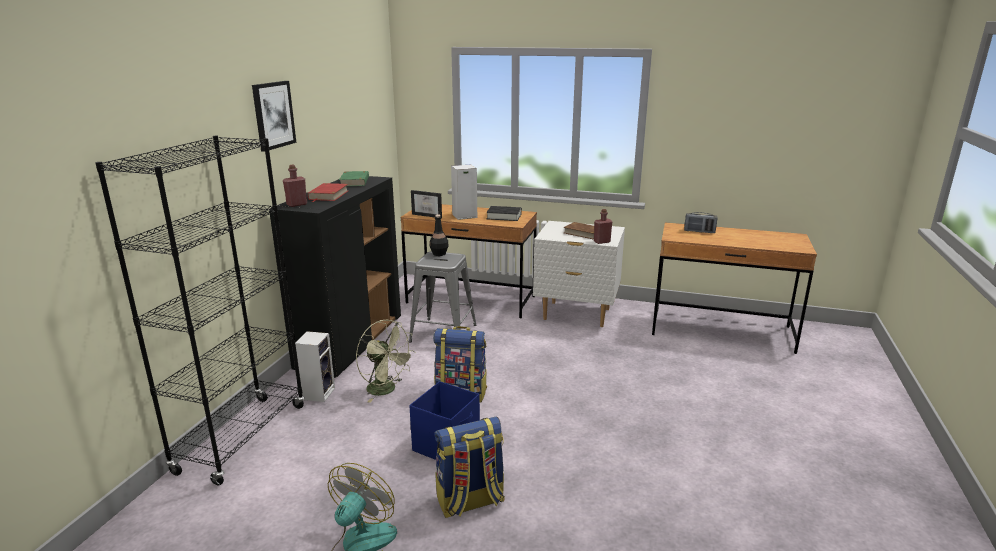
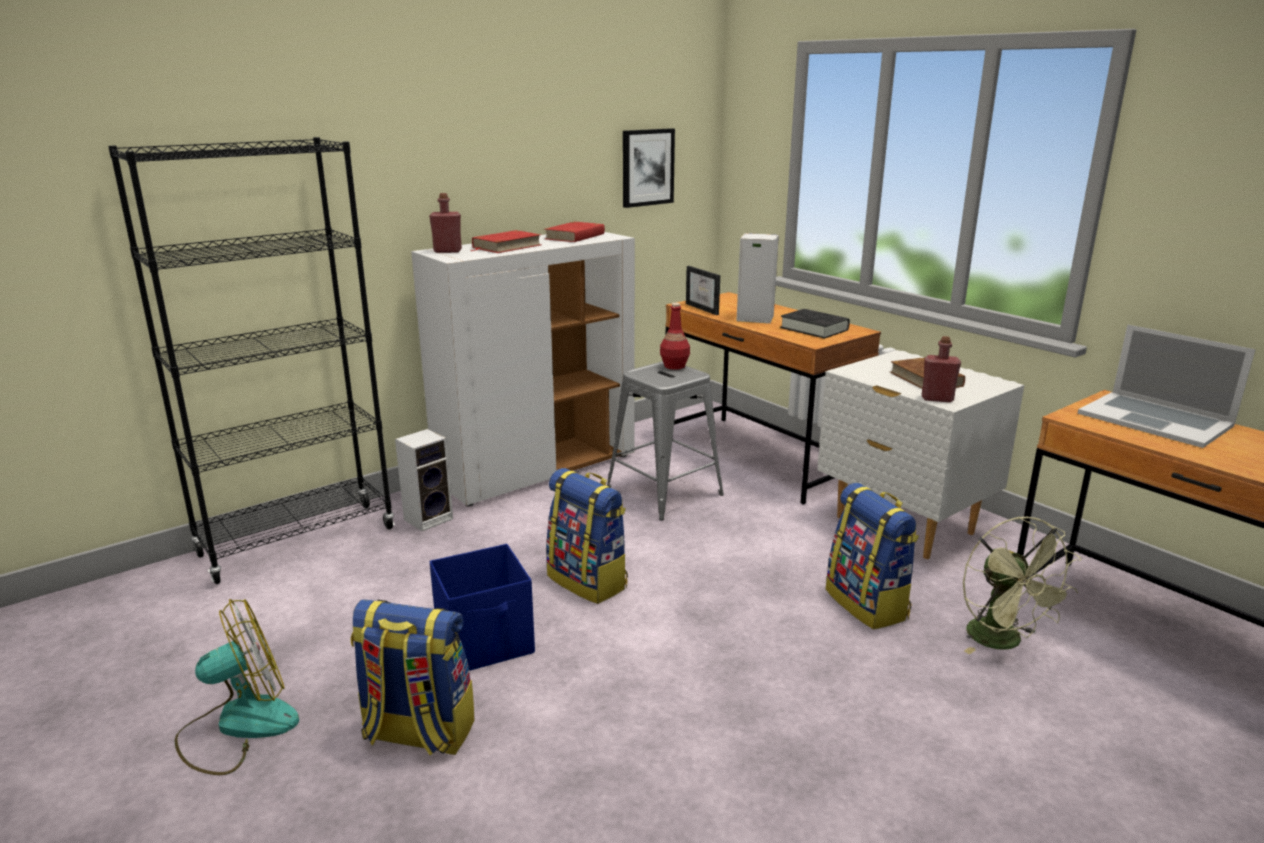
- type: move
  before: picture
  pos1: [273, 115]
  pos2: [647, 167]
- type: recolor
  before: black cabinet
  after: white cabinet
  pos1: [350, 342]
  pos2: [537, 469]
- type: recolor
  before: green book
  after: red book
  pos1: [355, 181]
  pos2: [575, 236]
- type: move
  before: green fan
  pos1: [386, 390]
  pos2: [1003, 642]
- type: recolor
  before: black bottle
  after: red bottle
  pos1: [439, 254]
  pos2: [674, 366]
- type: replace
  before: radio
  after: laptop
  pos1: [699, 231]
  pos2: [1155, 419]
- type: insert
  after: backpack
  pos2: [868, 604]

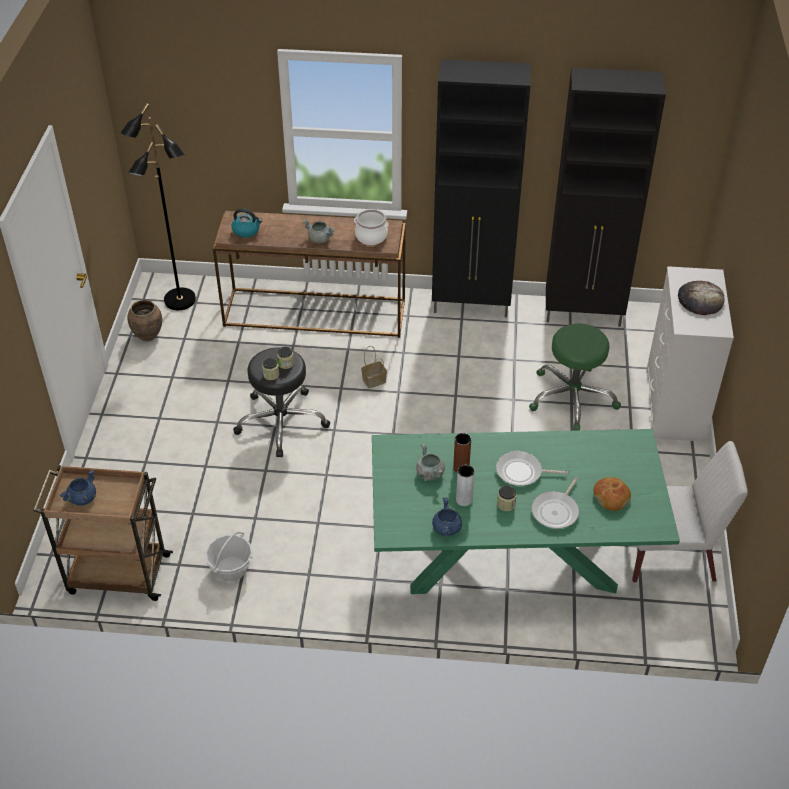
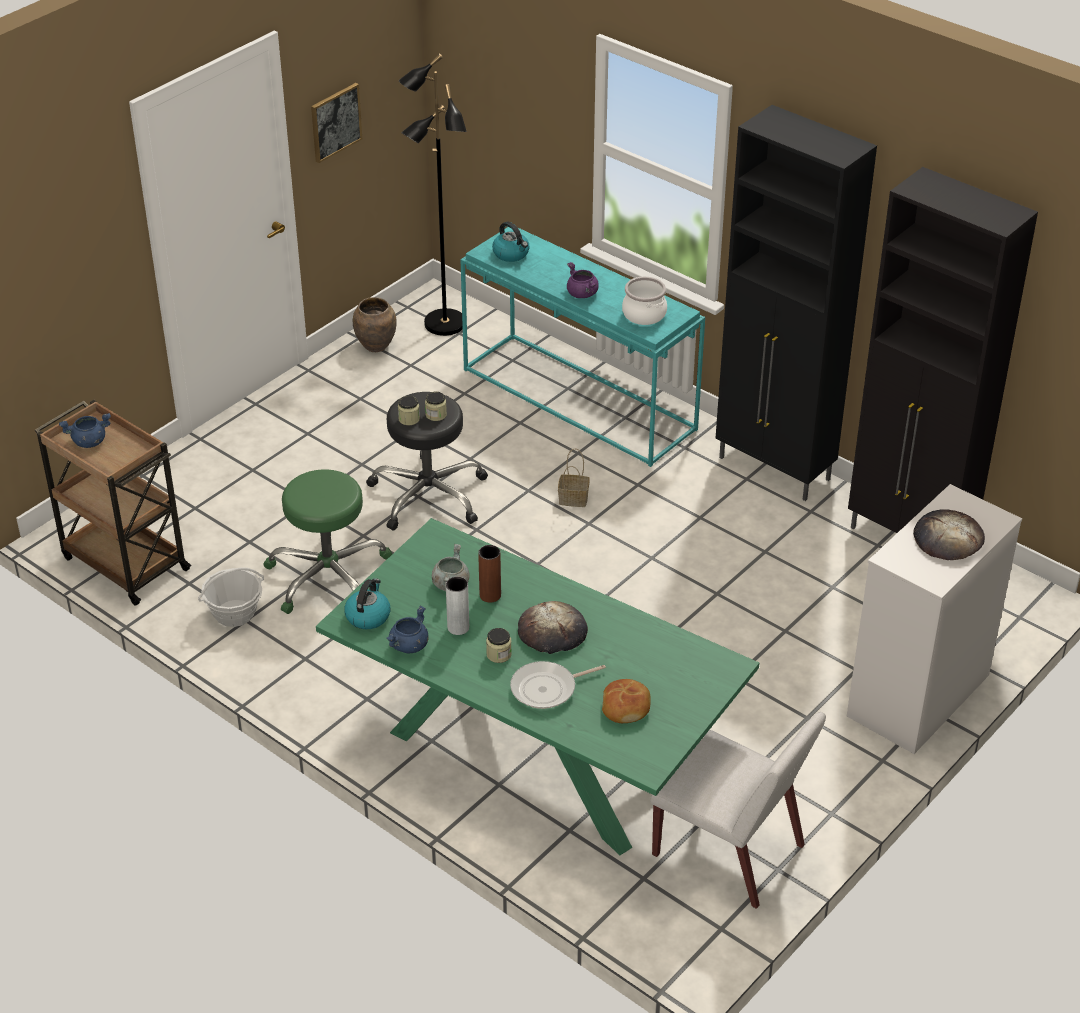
- type: recolor
  before: brown console table
  after: turquoise console table
  pos1: [316, 312]
  pos2: [581, 399]
- type: recolor
  before: grey cooking pot
  after: purple cooking pot
  pos1: [320, 239]
  pos2: [582, 294]
- type: replace
  before: frying pan
  after: bread
  pos1: [522, 472]
  pos2: [552, 632]
- type: move
  before: green stool
  pos1: [571, 397]
  pos2: [328, 576]
- type: insert
  after: picture
  pos2: [335, 122]
- type: insert
  after: kettle
  pos2: [368, 616]

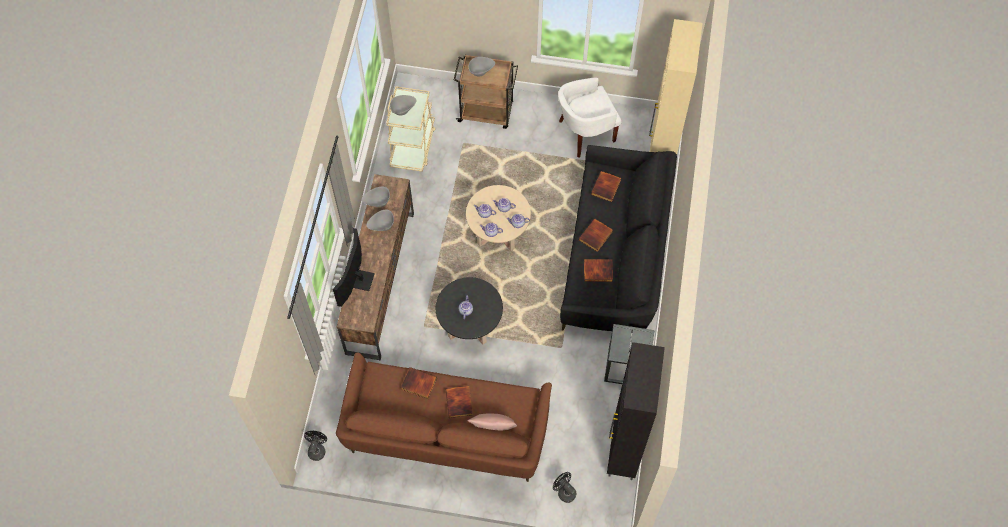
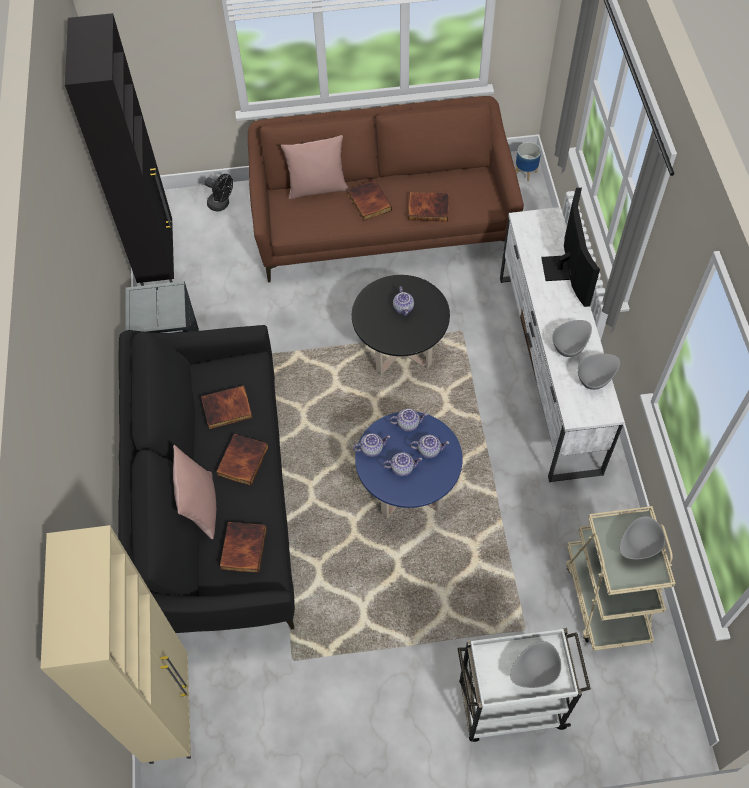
- type: replace
  before: black fan
  after: planter
  pos1: [317, 449]
  pos2: [526, 173]
- type: recolor
  before: brown tv stand
  after: white tv stand
  pos1: [381, 281]
  pos2: [548, 372]
- type: recolor
  before: brown cart
  after: white cart
  pos1: [486, 112]
  pos2: [509, 705]
- type: recolor
  before: beige coffee table
  after: blue coffee table
  pos1: [498, 233]
  pos2: [408, 488]
- type: delete
  before: white armchair
  pos1: [585, 133]
- type: insert
  after: pink pillow
  pos2: [201, 507]

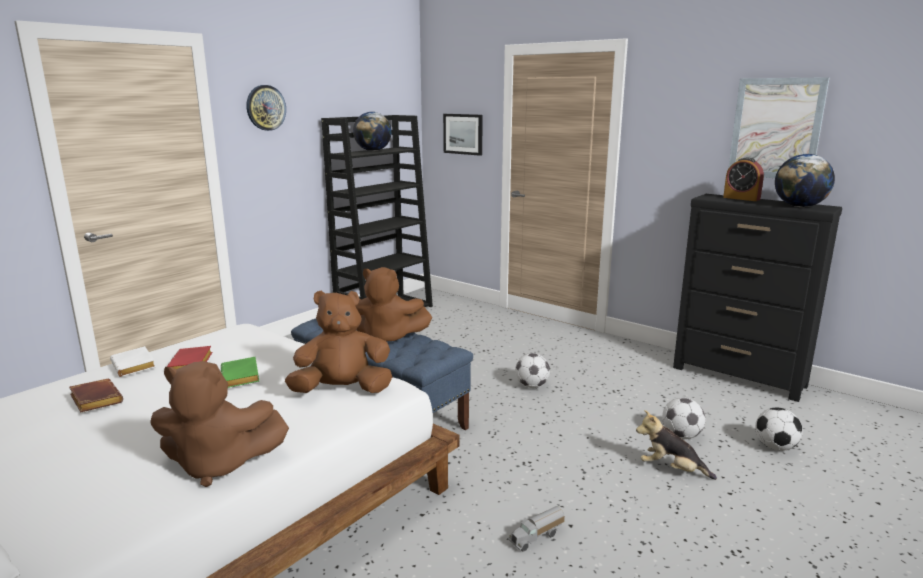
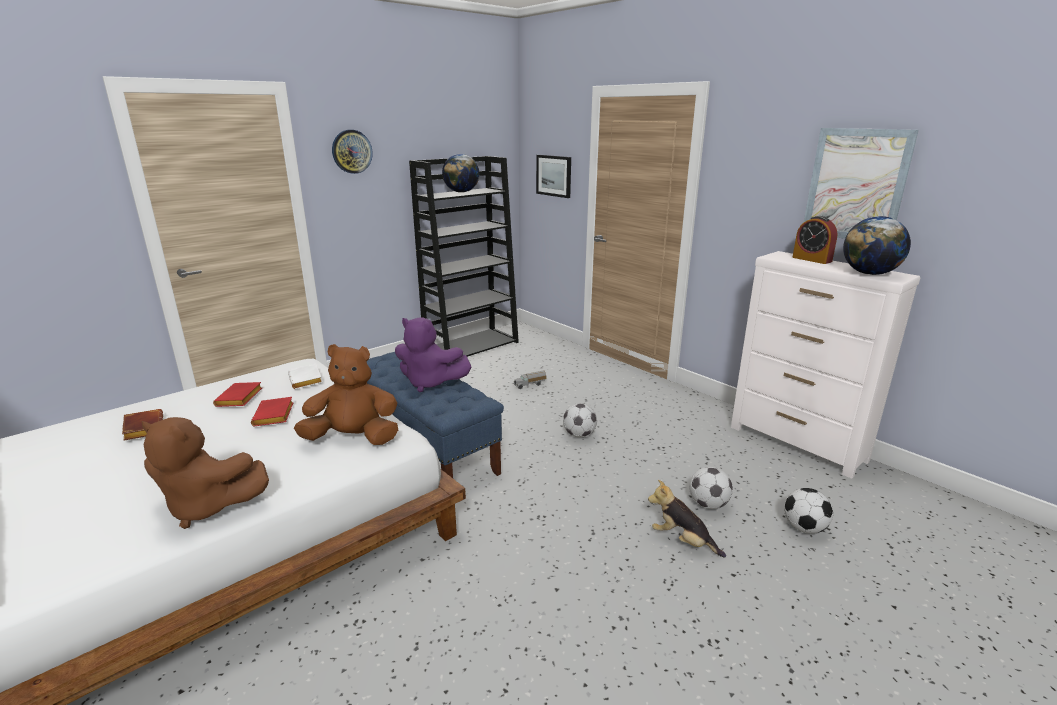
- type: move
  before: white book
  pos1: [135, 366]
  pos2: [307, 380]
- type: recolor
  before: green book
  after: red book
  pos1: [242, 377]
  pos2: [275, 416]
- type: recolor
  before: brown plush toy
  after: purple plush toy
  pos1: [388, 338]
  pos2: [430, 383]
- type: move
  before: toy truck
  pos1: [536, 538]
  pos2: [530, 385]
- type: recolor
  before: black dresser
  after: white dresser
  pos1: [739, 377]
  pos2: [797, 444]

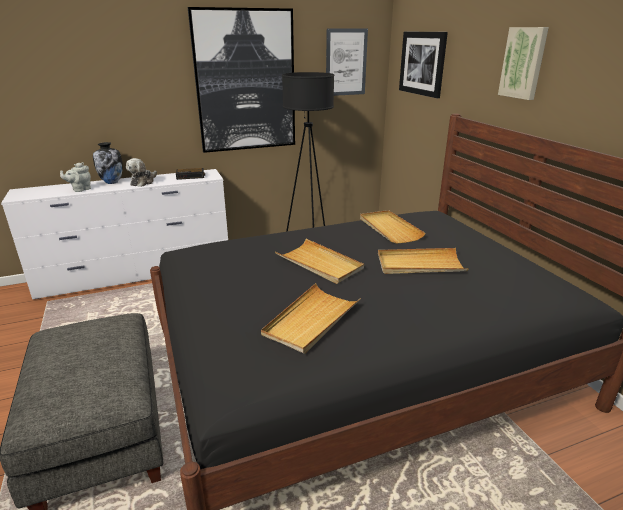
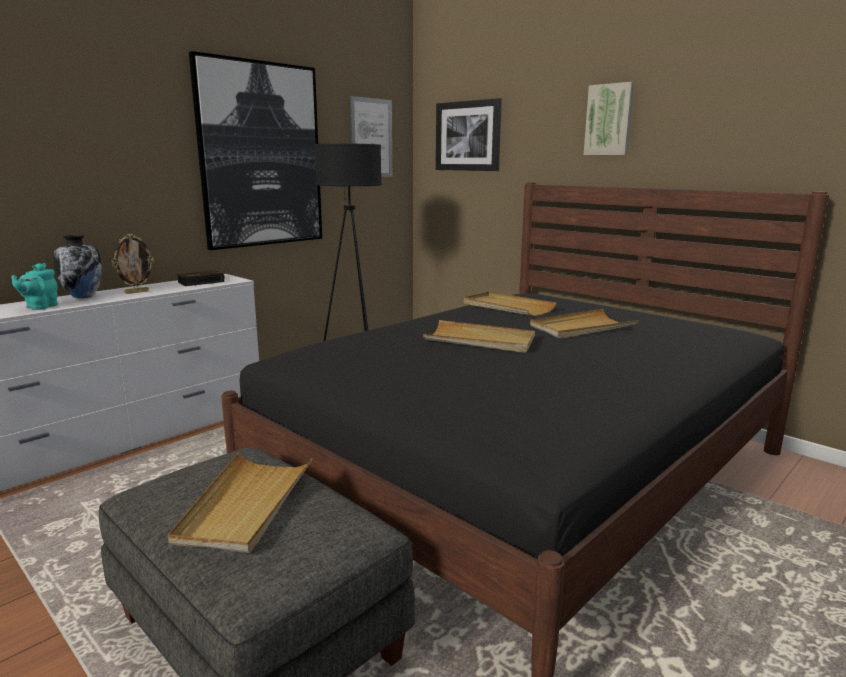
- type: recolor
  before: grey teapot
  after: turquoise teapot
  pos1: [80, 189]
  pos2: [40, 307]
- type: replace
  before: plush toy
  after: picture frame
  pos1: [143, 182]
  pos2: [137, 292]
- type: move
  before: beige tray
  pos1: [311, 320]
  pos2: [246, 504]

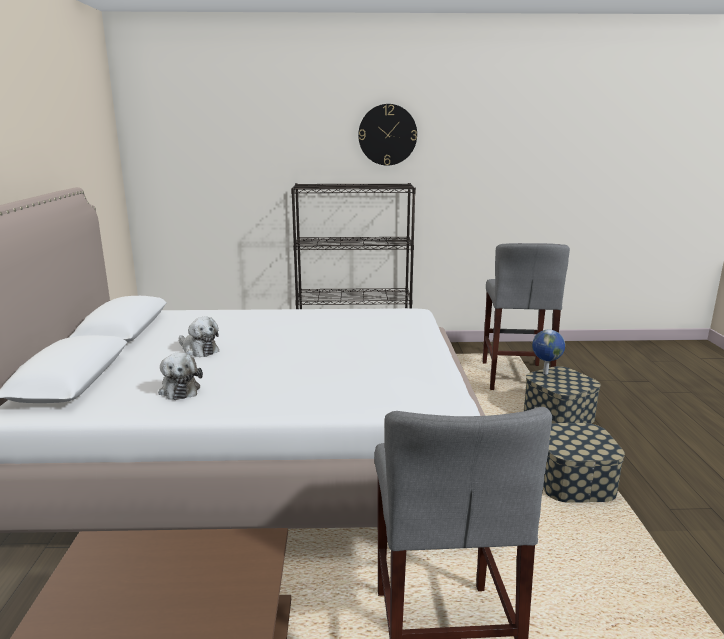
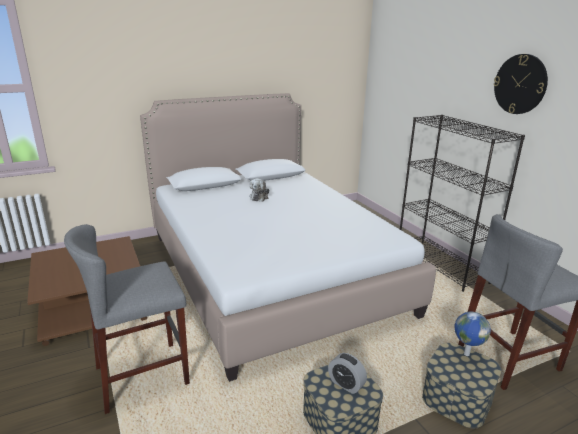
- type: delete
  before: plush toy
  pos1: [179, 389]
- type: insert
  after: alarm clock
  pos2: [346, 384]

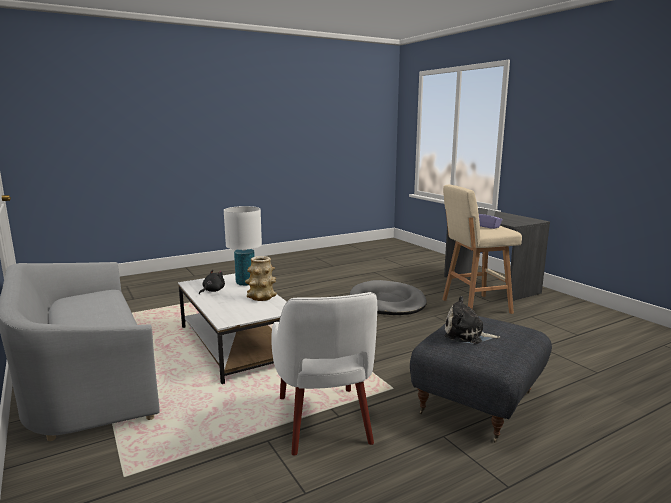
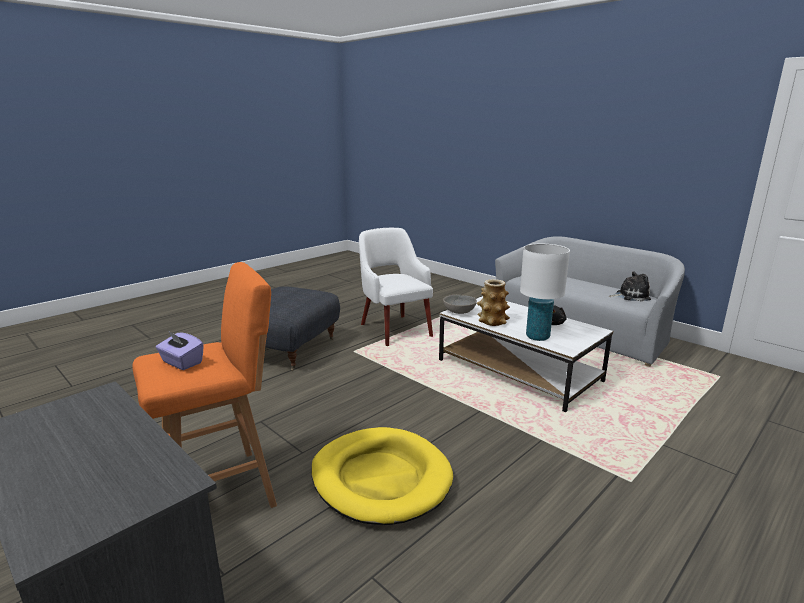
- type: recolor
  before: grey dog bed
  after: yellow dog bed
  pos1: [387, 302]
  pos2: [381, 478]
- type: recolor
  before: beige stool
  after: orange stool
  pos1: [474, 306]
  pos2: [223, 490]
- type: move
  before: plush toy
  pos1: [467, 335]
  pos2: [630, 296]
- type: insert
  after: grey bowl
  pos2: [459, 311]

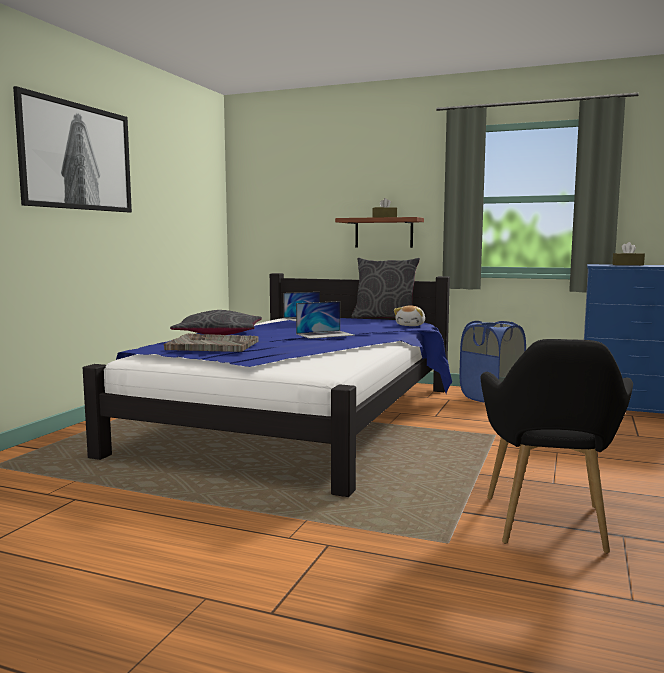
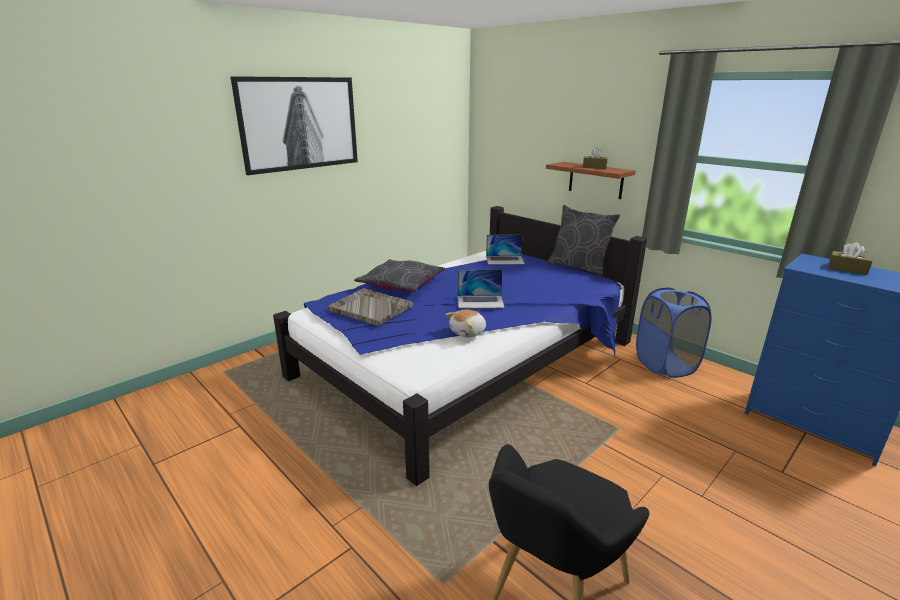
- type: move
  before: plush toy
  pos1: [411, 325]
  pos2: [468, 332]

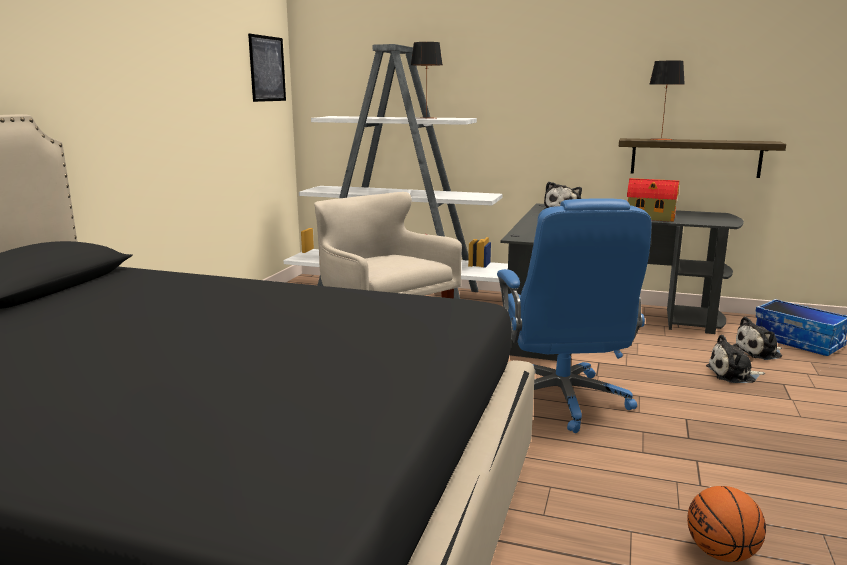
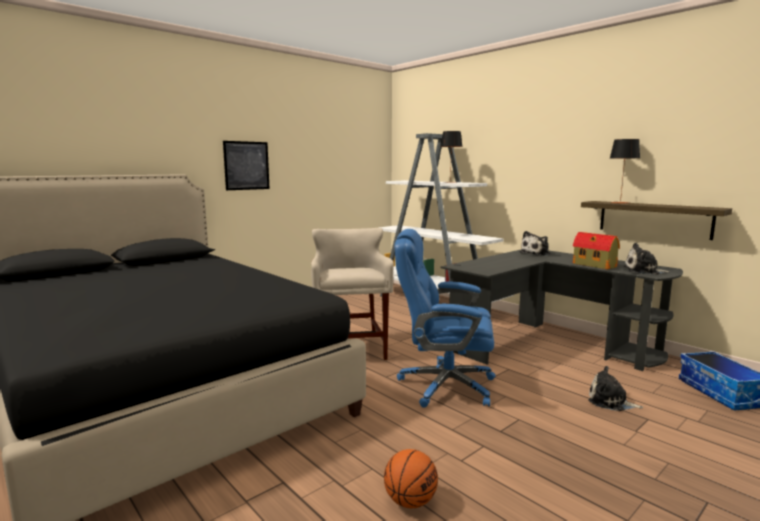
- type: move
  before: picture
  pos1: [267, 69]
  pos2: [246, 165]
- type: rotate
  before: blue office chair
  pos1: [562, 401]
  pos2: [444, 385]
  turn: 75
- type: move
  before: plush toy
  pos1: [759, 352]
  pos2: [643, 271]

